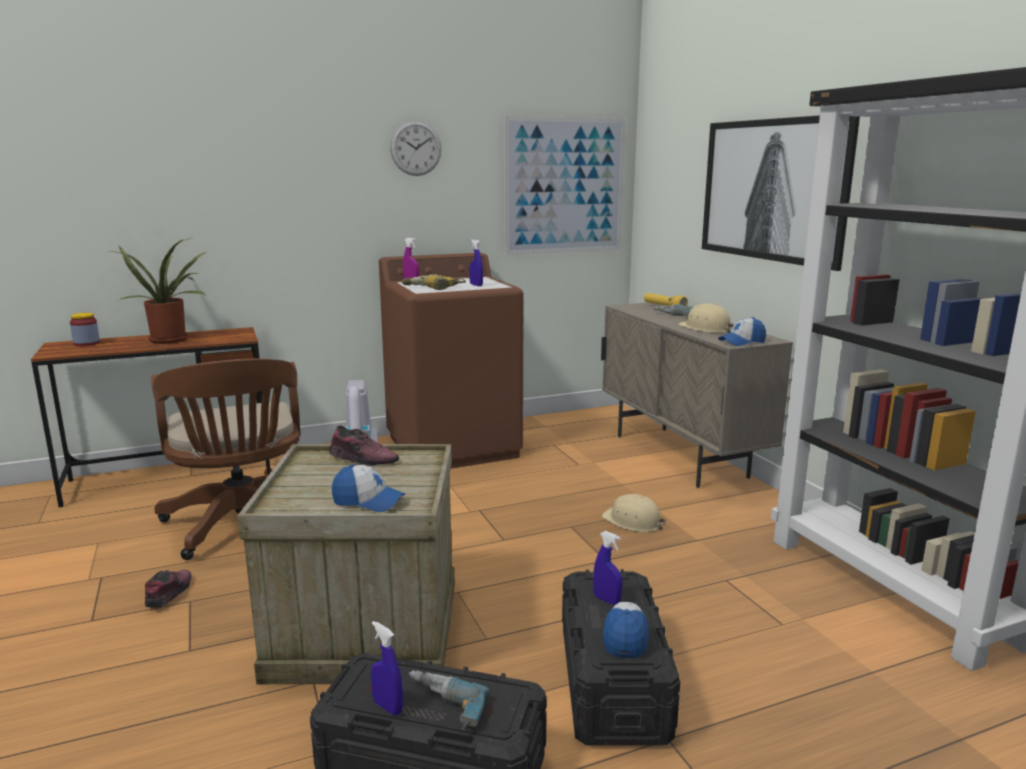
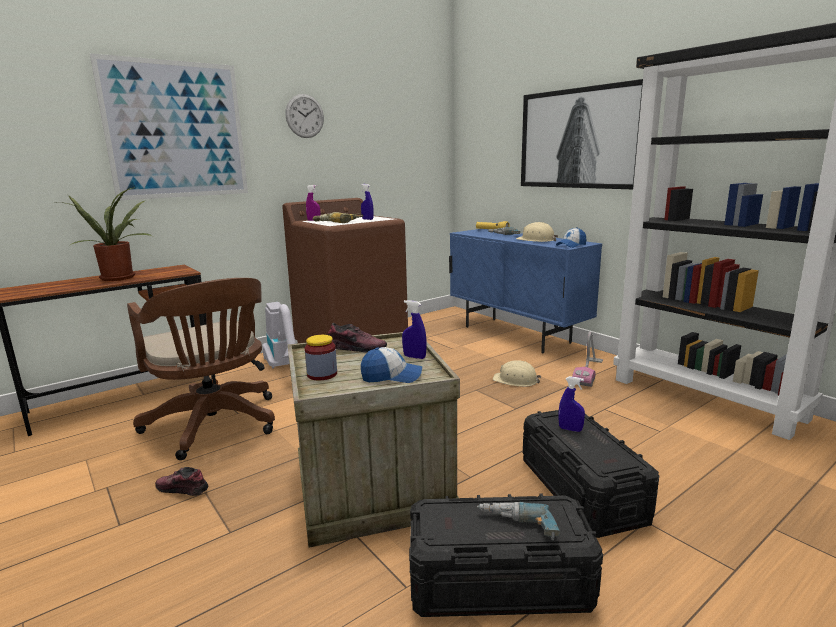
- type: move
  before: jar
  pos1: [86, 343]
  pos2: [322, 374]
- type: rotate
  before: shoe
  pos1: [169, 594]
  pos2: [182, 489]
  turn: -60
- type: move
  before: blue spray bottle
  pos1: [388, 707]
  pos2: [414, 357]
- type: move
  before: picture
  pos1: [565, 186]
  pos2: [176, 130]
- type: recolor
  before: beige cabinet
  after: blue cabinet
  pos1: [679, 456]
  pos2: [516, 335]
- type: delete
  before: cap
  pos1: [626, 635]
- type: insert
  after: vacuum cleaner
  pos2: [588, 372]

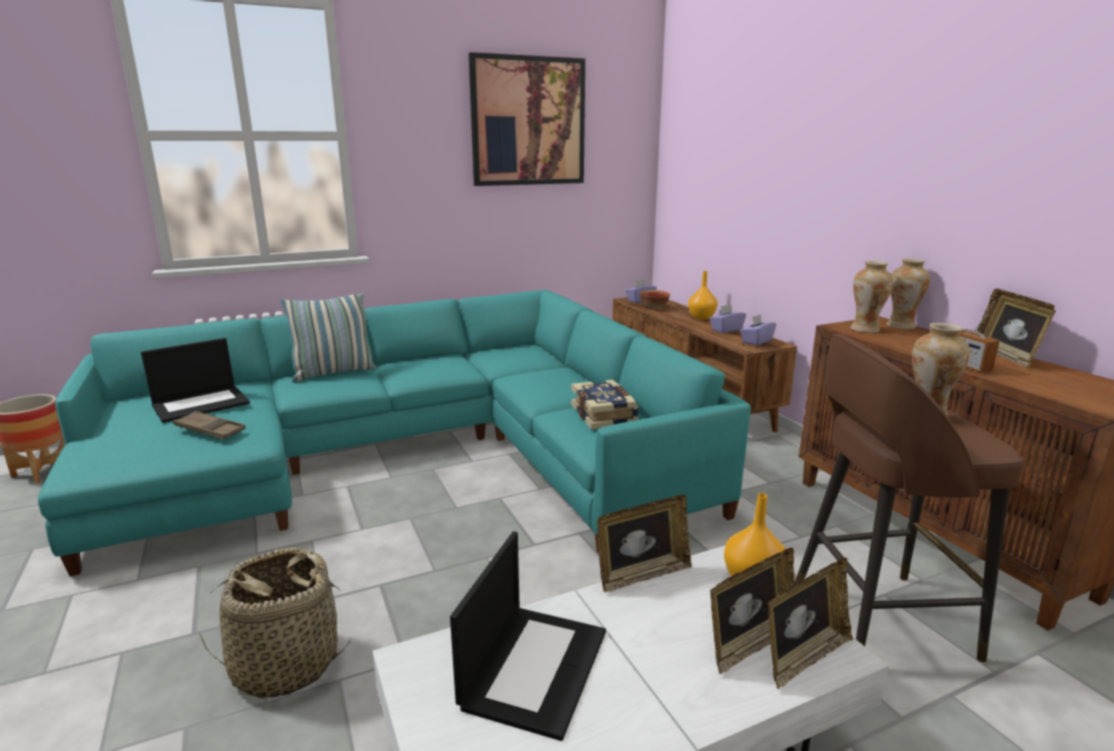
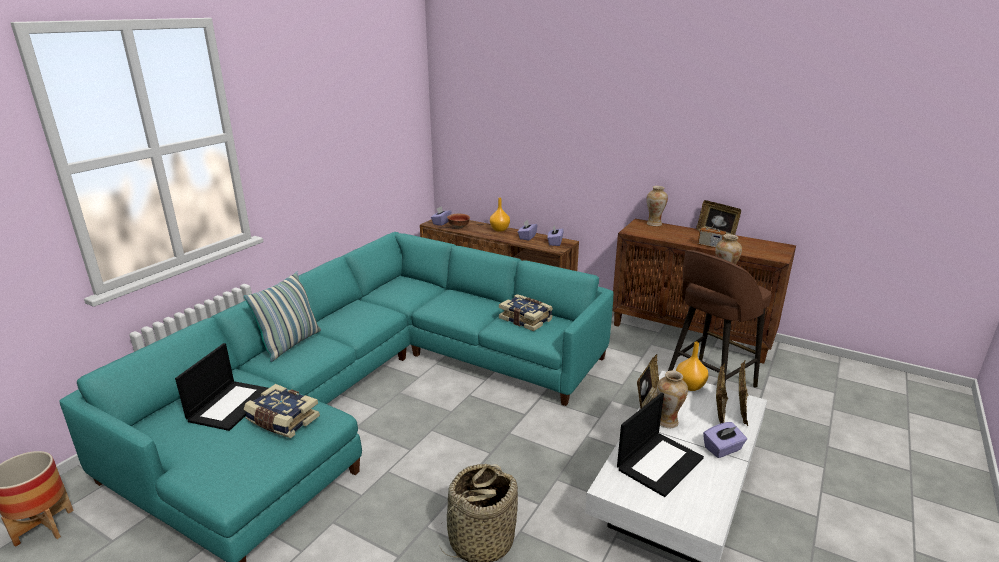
- type: replace
  before: brown tray
  after: book
  pos1: [210, 430]
  pos2: [282, 421]
- type: rotate
  before: laptop
  pos1: [534, 666]
  pos2: [659, 462]
  turn: 60
- type: delete
  before: picture
  pos1: [528, 122]
- type: move
  before: vase
  pos1: [865, 329]
  pos2: [667, 421]
- type: insert
  after: purple tissue box
  pos2: [723, 449]

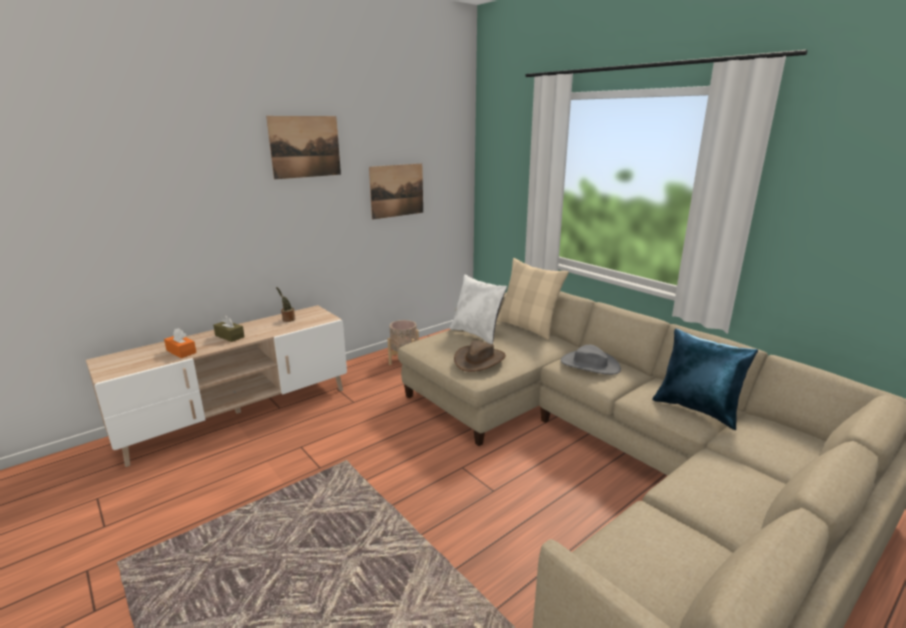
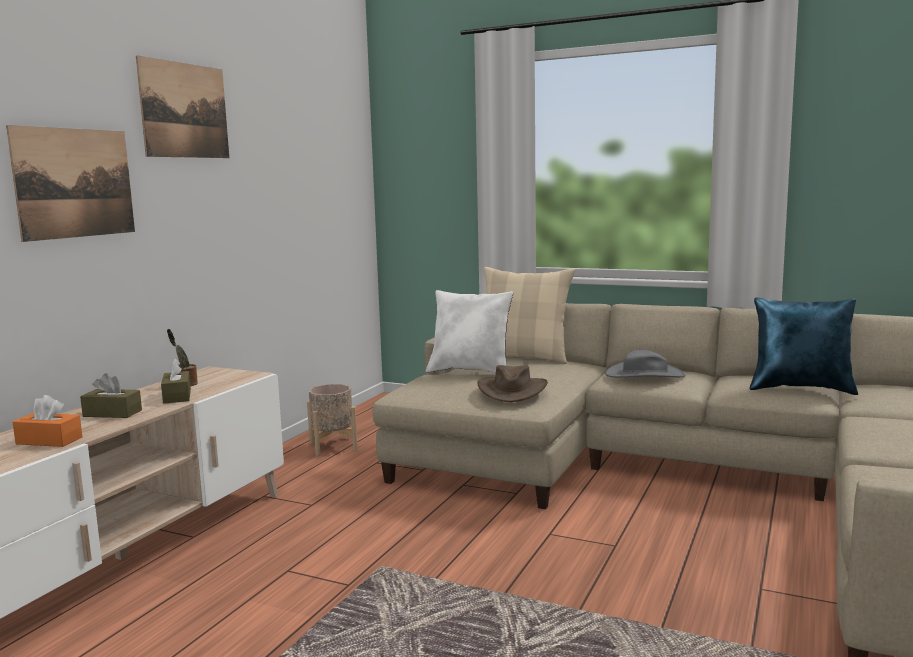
- type: move
  before: picture
  pos1: [397, 190]
  pos2: [75, 183]
- type: insert
  after: brown tissue box
  pos2: [177, 396]

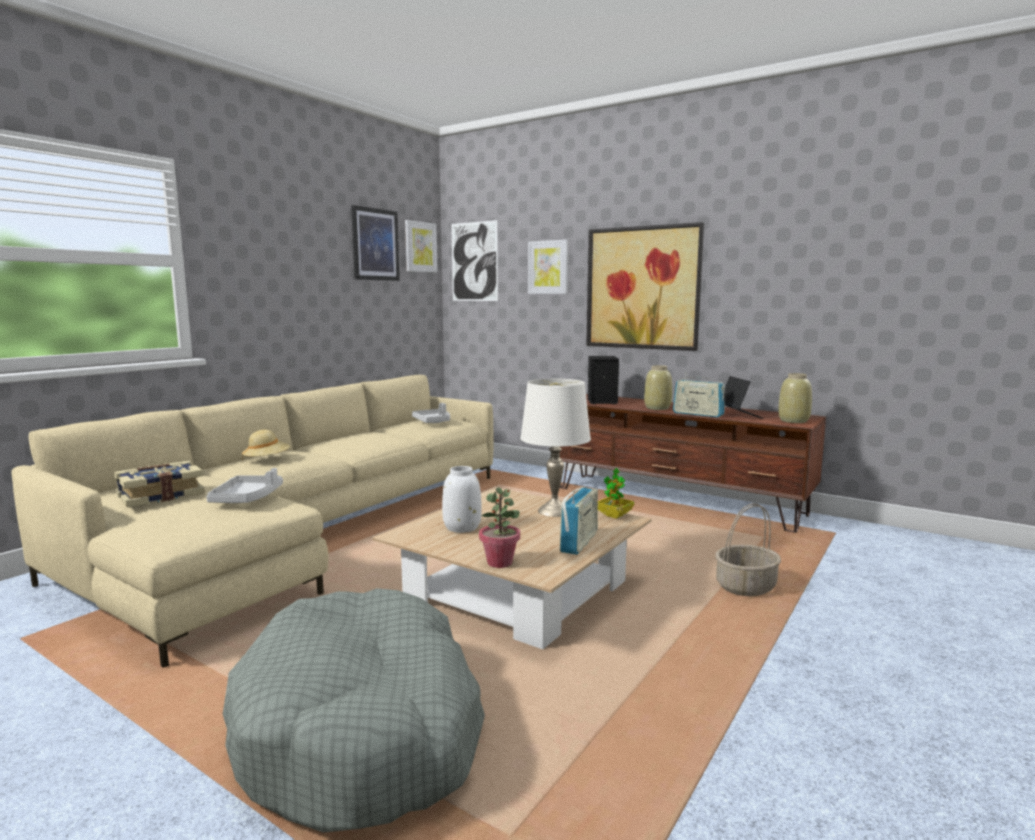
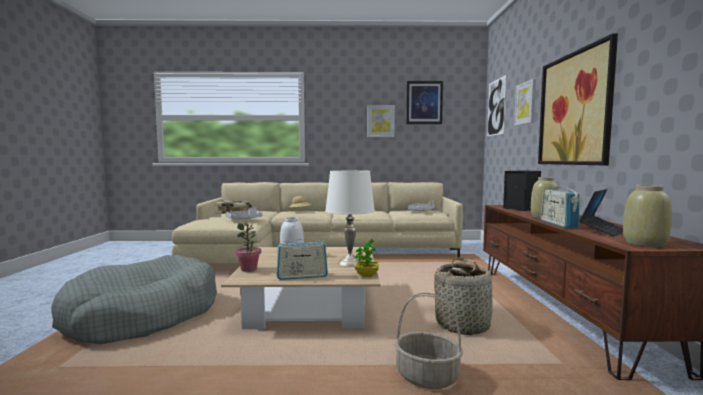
- type: move
  before: picture
  pos1: [420, 247]
  pos2: [380, 121]
- type: insert
  after: basket
  pos2: [463, 324]

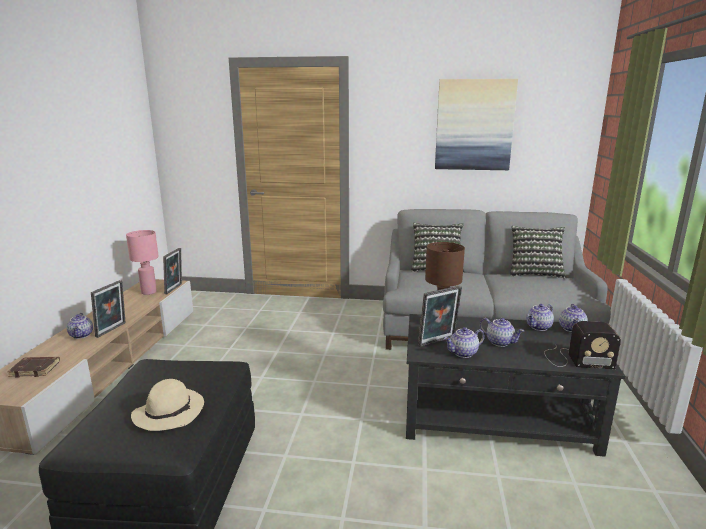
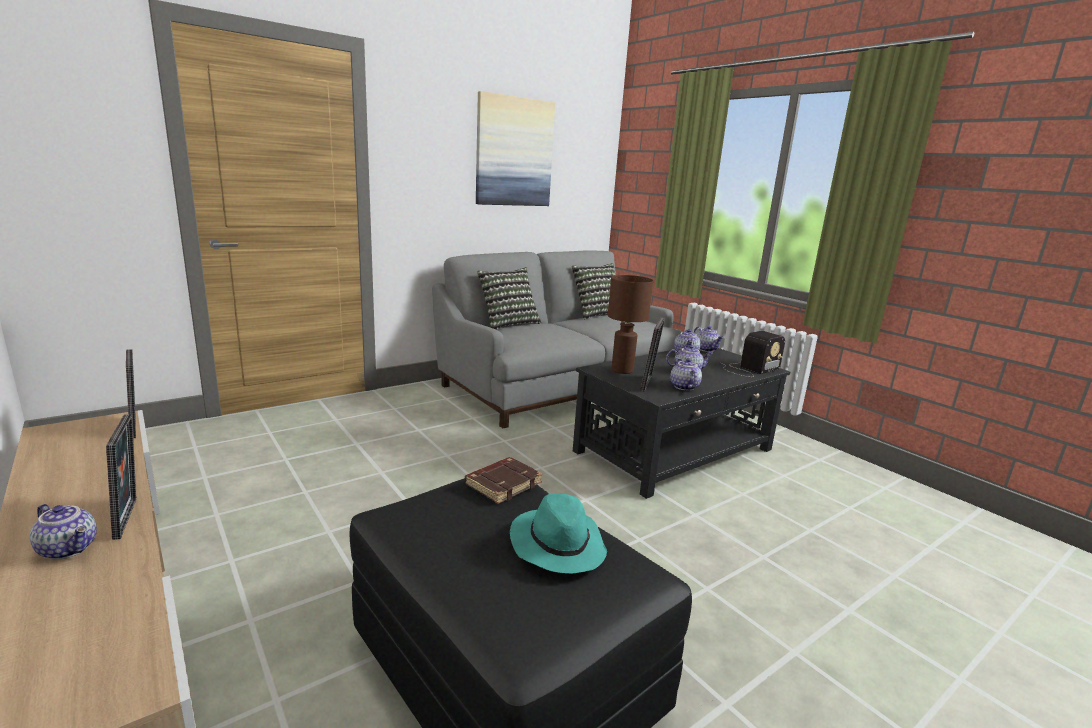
- type: move
  before: brown book
  pos1: [36, 369]
  pos2: [503, 483]
- type: delete
  before: pink table lamp
  pos1: [149, 292]
- type: recolor
  before: beige hat
  after: turquoise hat
  pos1: [170, 412]
  pos2: [557, 545]
- type: rotate
  before: teapot
  pos1: [463, 353]
  pos2: [683, 387]
  turn: 150

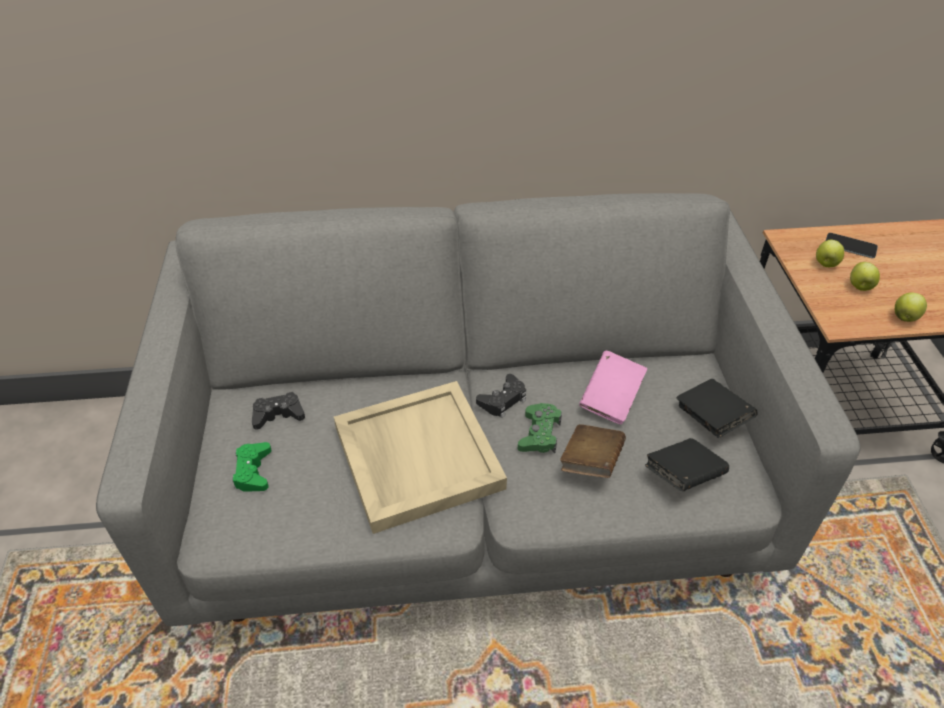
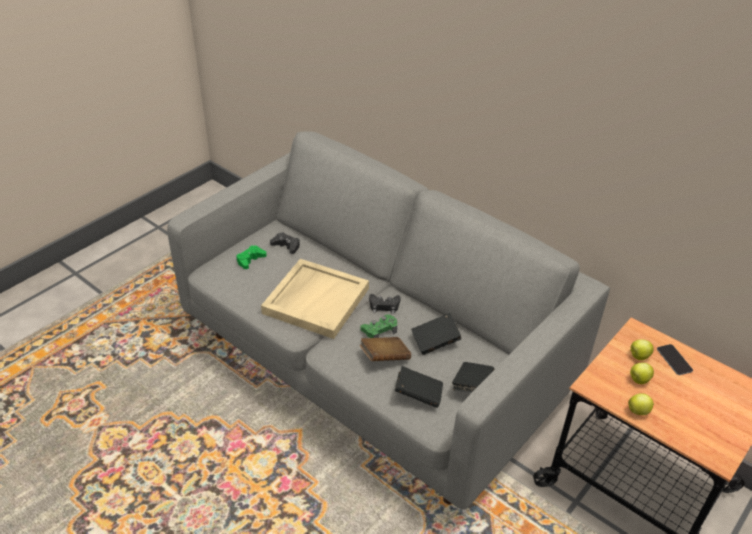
- type: recolor
  before: pink book
  after: black book
  pos1: [611, 399]
  pos2: [435, 342]

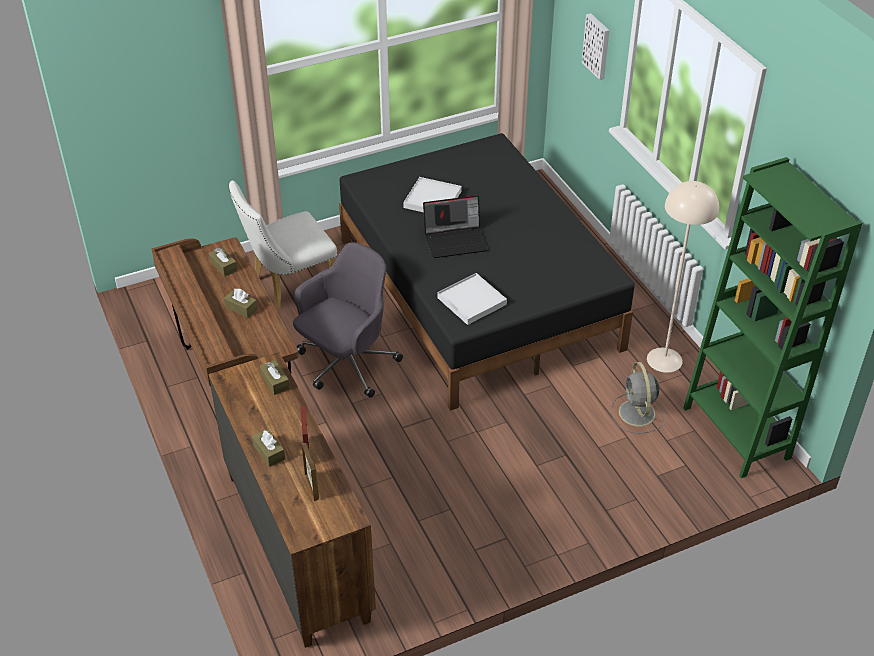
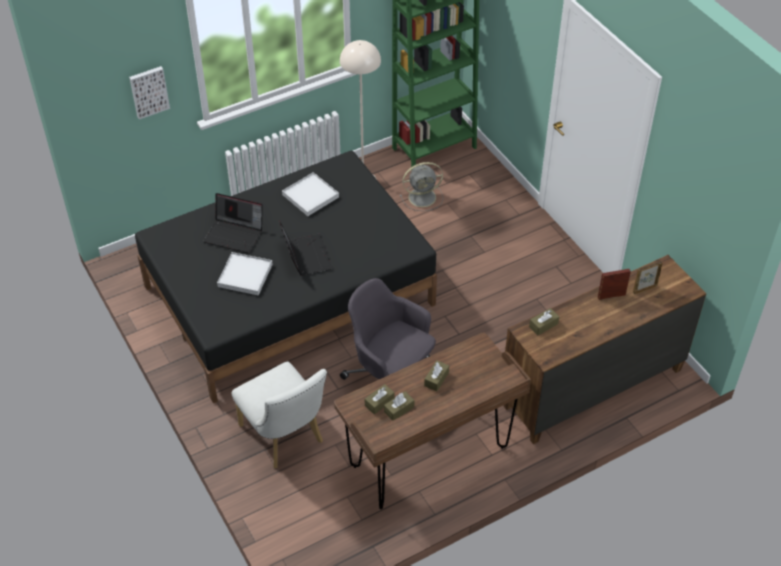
- type: move
  before: brown tissue box
  pos1: [269, 452]
  pos2: [399, 409]
- type: move
  before: white tray
  pos1: [471, 301]
  pos2: [310, 196]
- type: insert
  after: laptop
  pos2: [235, 234]

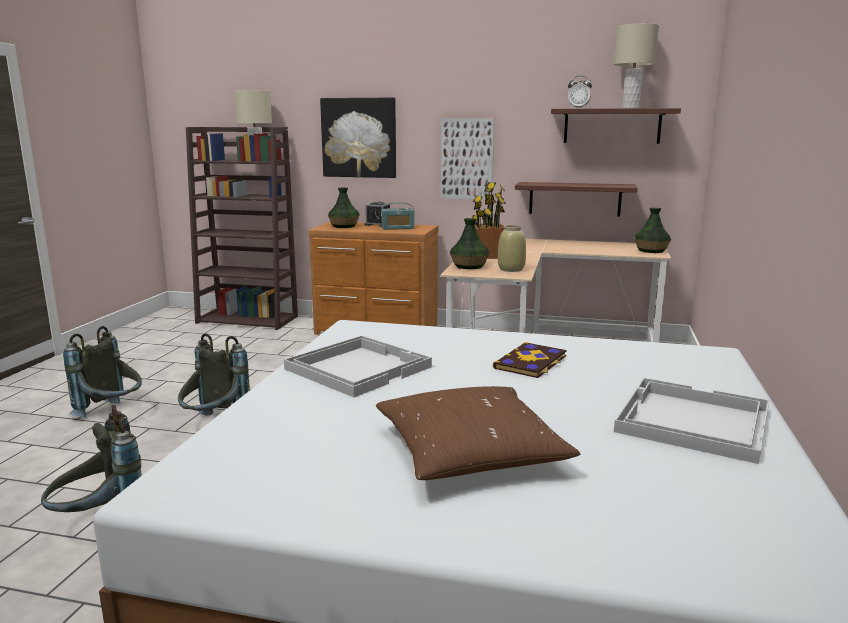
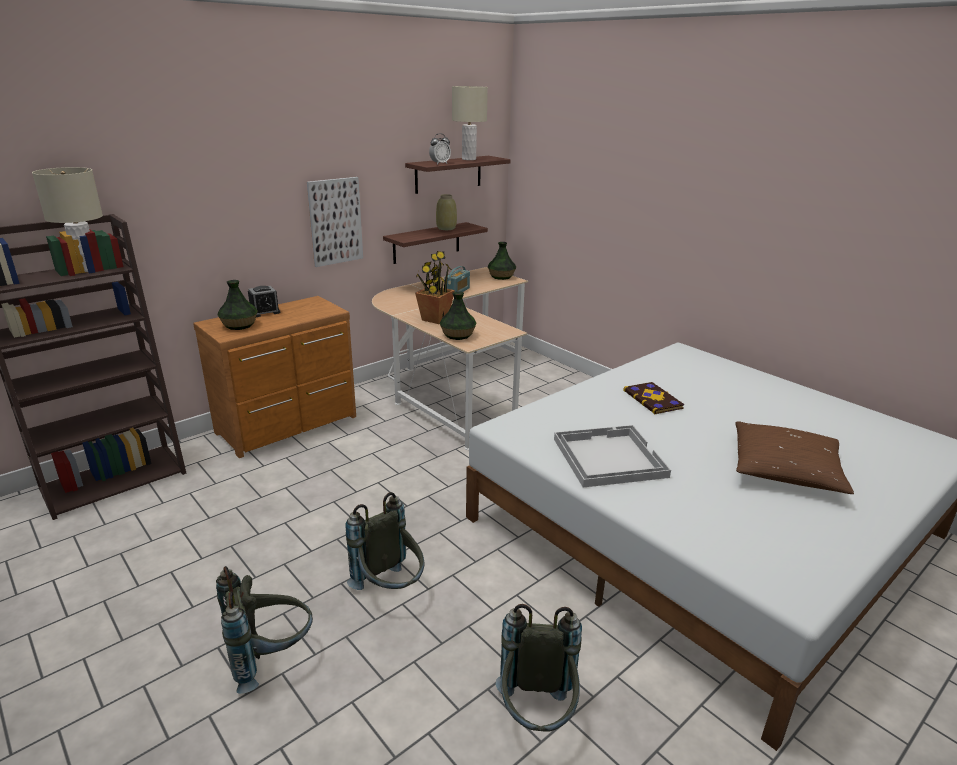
- type: delete
  before: picture
  pos1: [359, 138]
- type: move
  before: radio
  pos1: [397, 228]
  pos2: [457, 291]
- type: move
  before: beige vase
  pos1: [511, 269]
  pos2: [446, 228]
- type: delete
  before: white tray
  pos1: [691, 421]

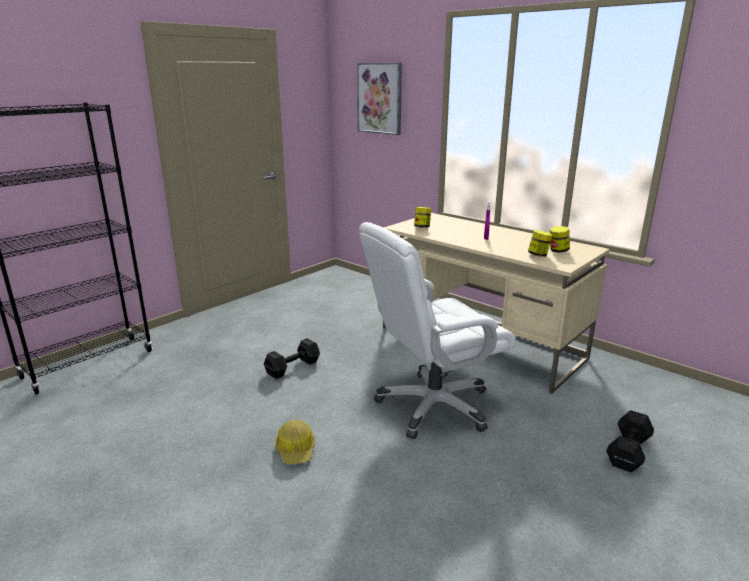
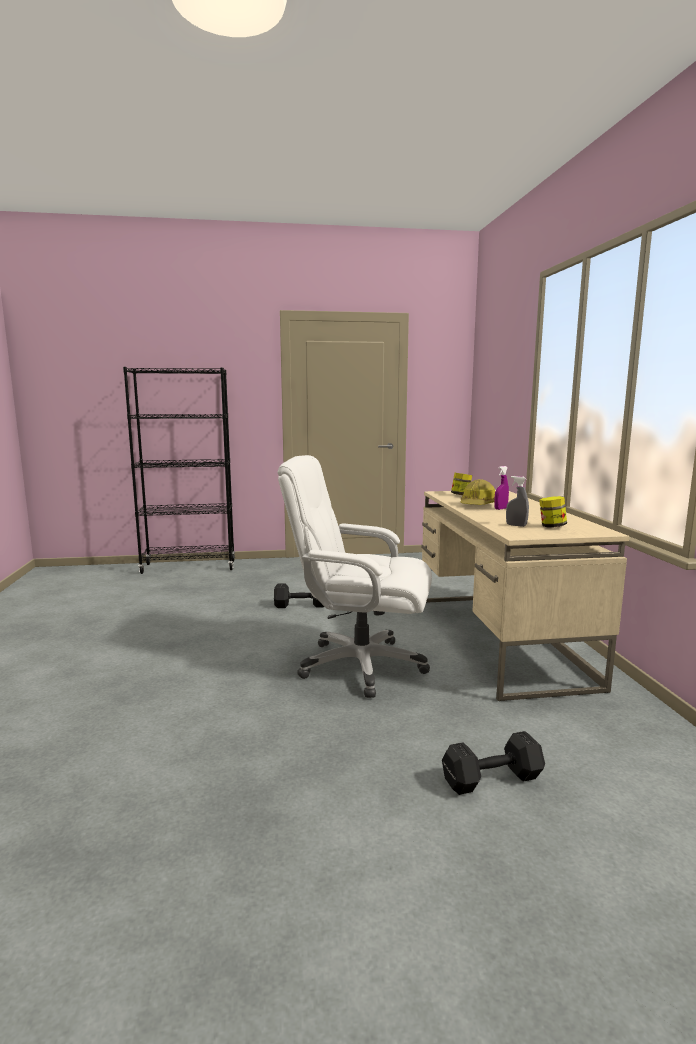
- type: move
  before: hard hat
  pos1: [296, 450]
  pos2: [477, 505]
- type: delete
  before: picture
  pos1: [380, 98]
- type: replace
  before: jar
  after: grey spray bottle
  pos1: [538, 255]
  pos2: [516, 525]

